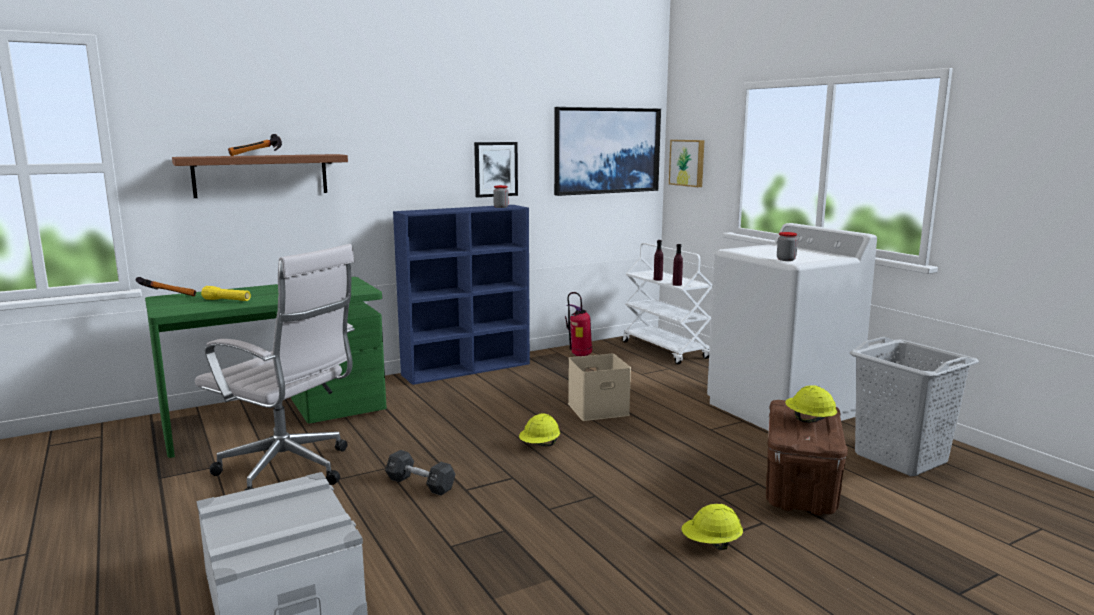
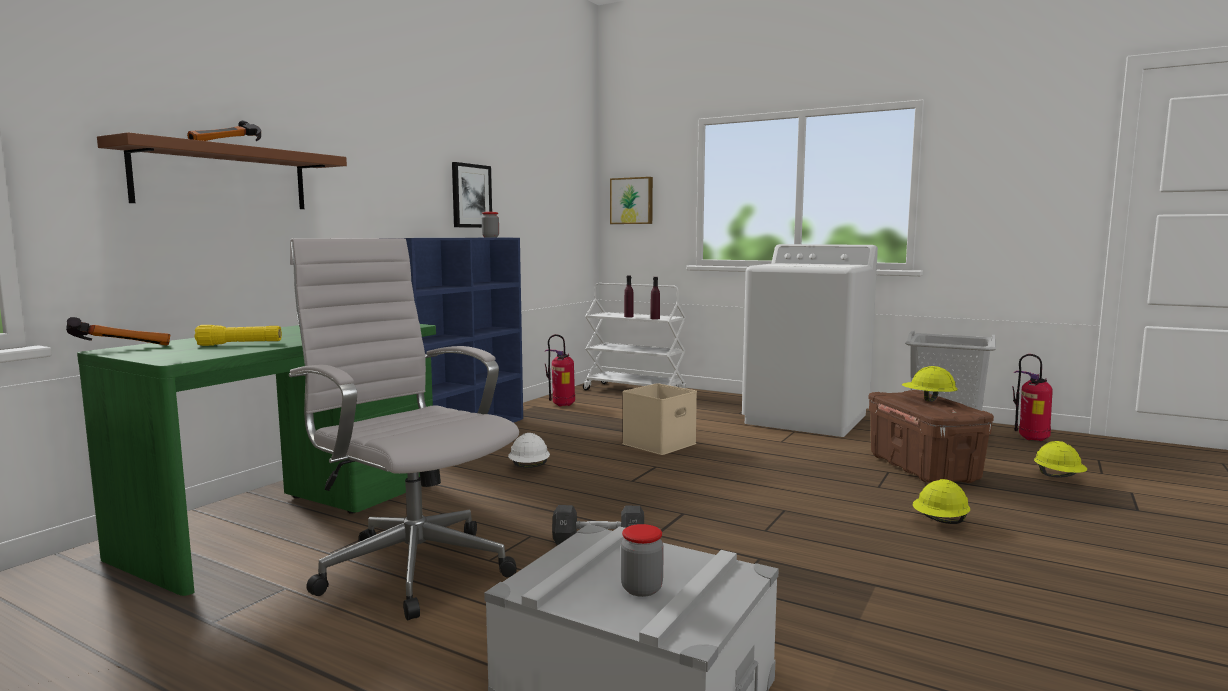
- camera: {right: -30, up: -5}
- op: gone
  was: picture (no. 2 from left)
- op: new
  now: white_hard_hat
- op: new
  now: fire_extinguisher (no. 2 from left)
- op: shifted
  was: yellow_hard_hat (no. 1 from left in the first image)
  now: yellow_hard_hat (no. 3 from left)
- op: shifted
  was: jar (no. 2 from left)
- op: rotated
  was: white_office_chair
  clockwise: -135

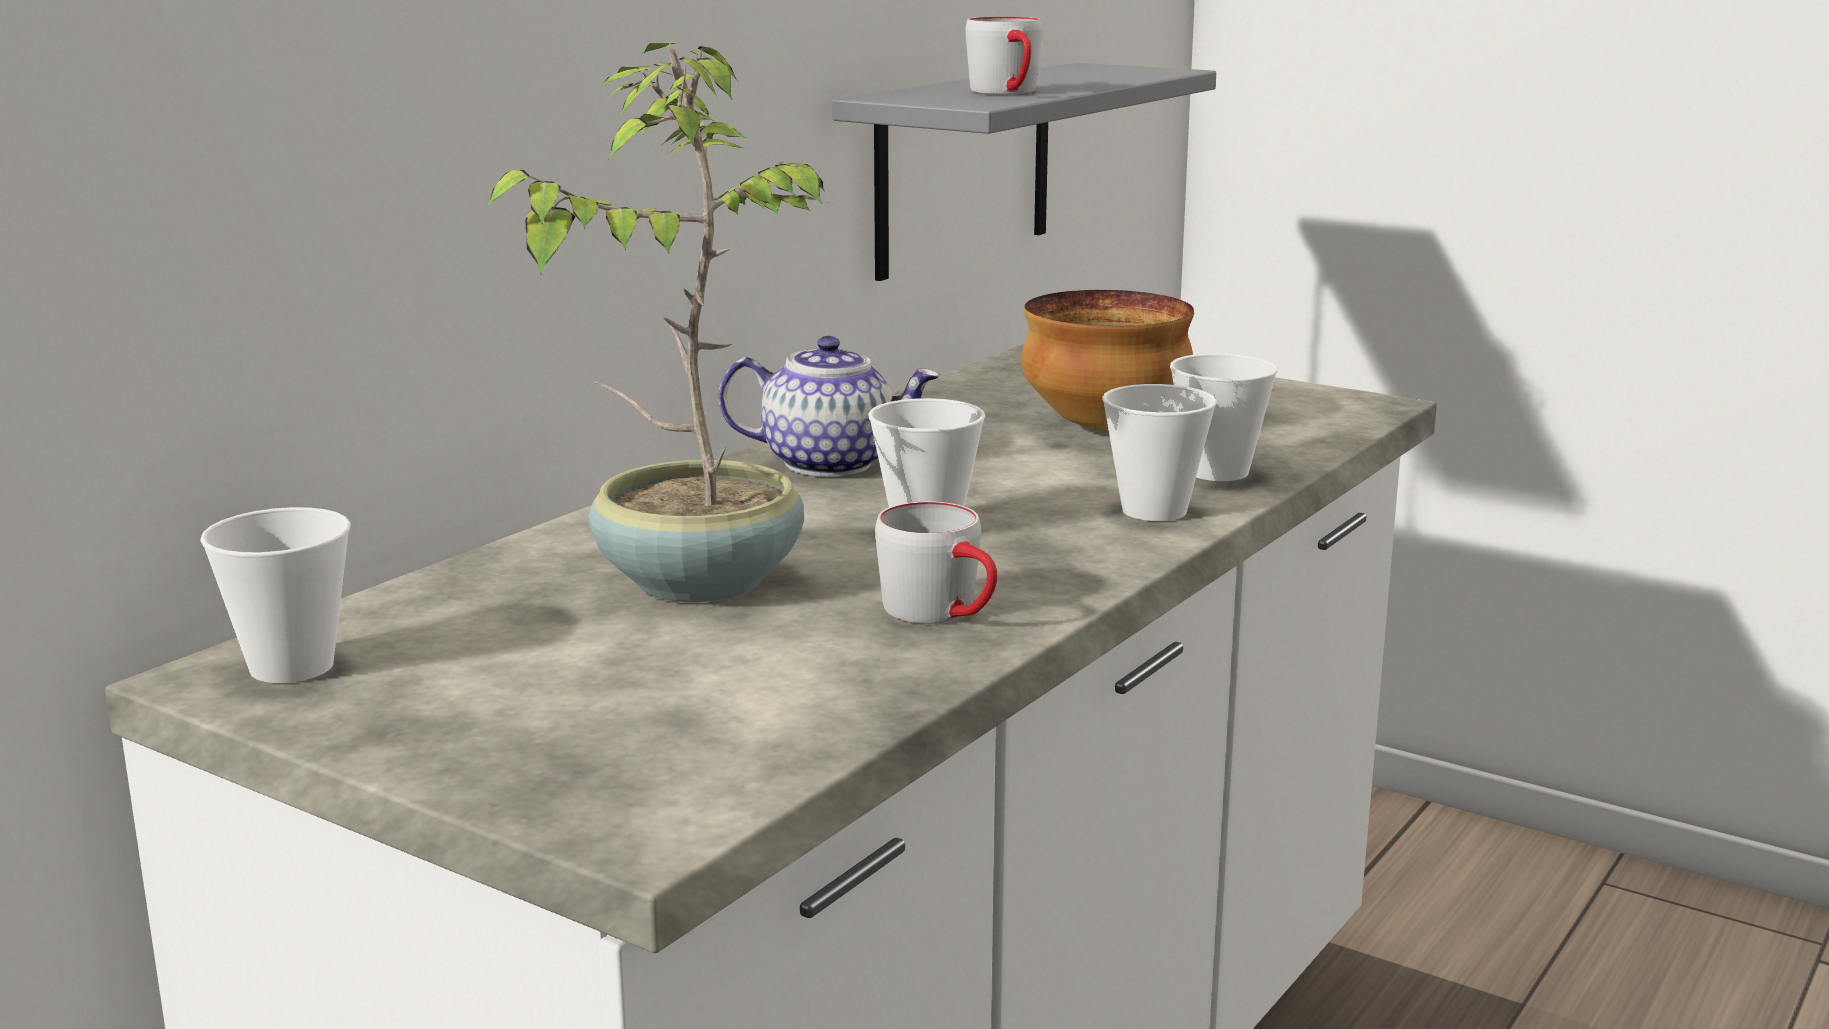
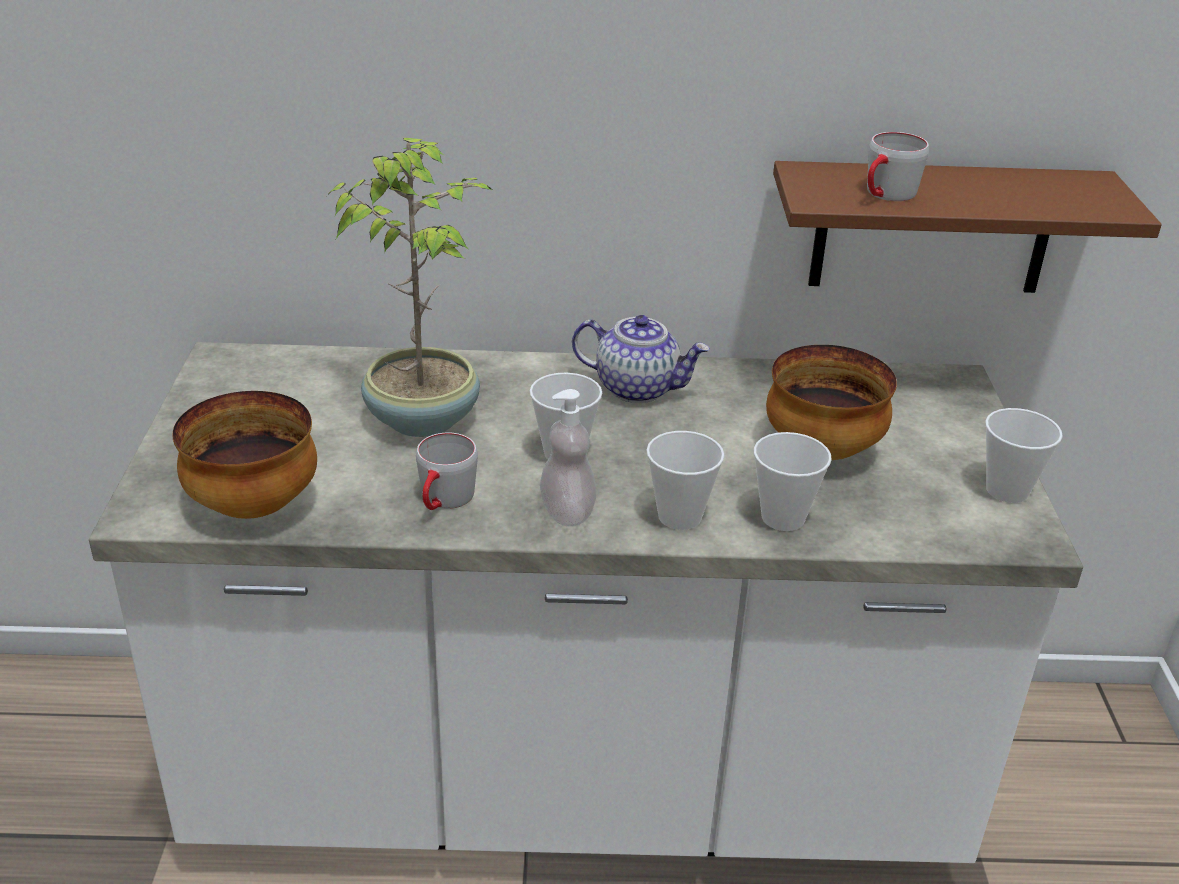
- camera: {right: 55, up: 15}
- op: new
  now: bowl (no. 1 from left)
- op: new
  now: soap_dispenser
- op: shifted
  was: cup (no. 1 from left in the first image)
  now: cup (no. 4 from left)
- op: repainted
  was: grey_shelf
  now: brown_shelf
- op: rotated
  was: teapot
  clockwise: -45

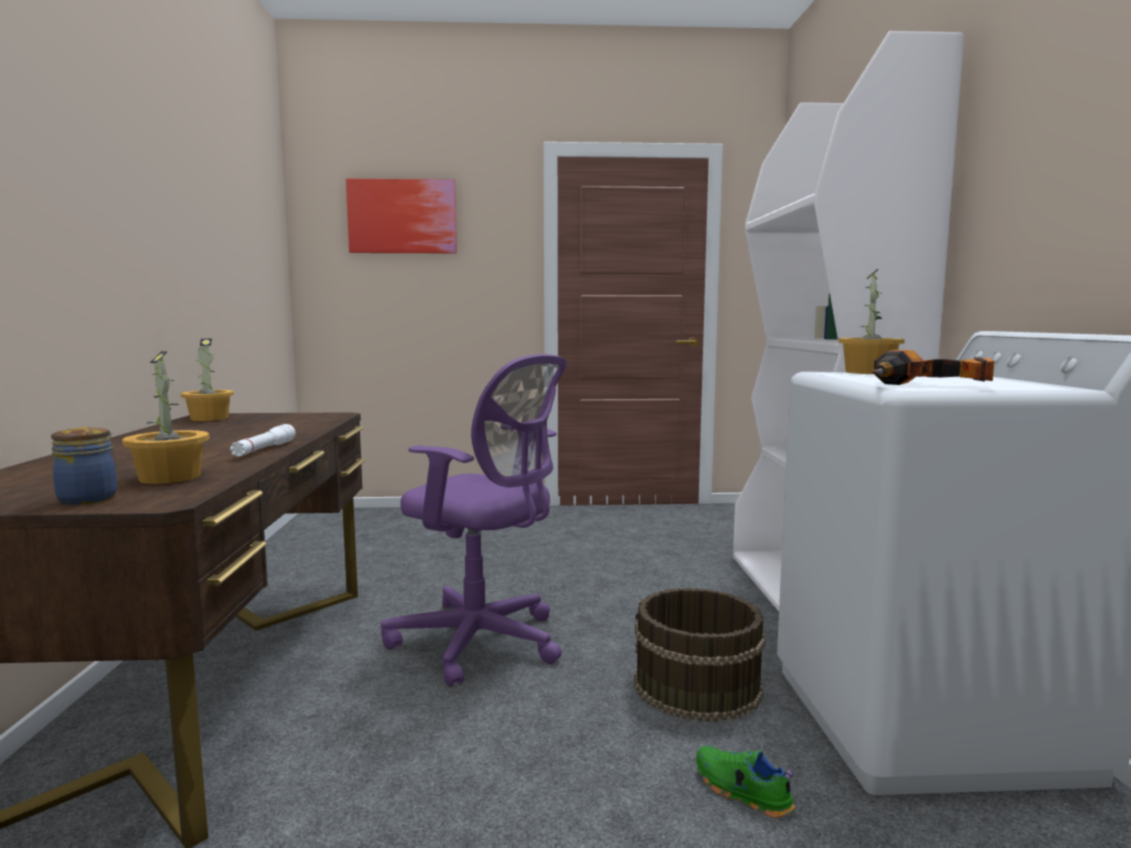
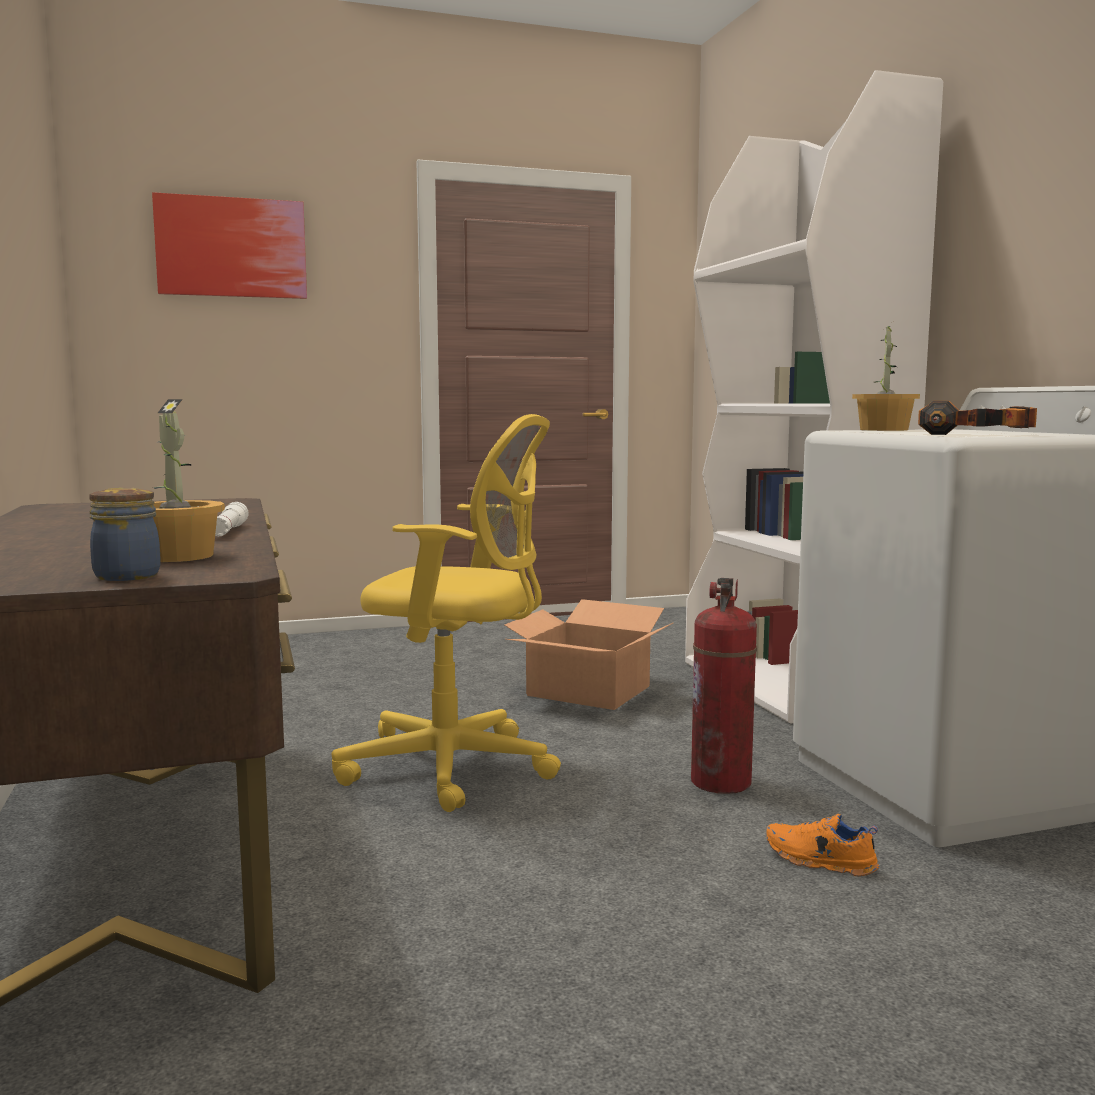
- camera: {right: -15, up: 0}
- op: gone
  was: potted_plant (no. 2 from left)
- op: new
  now: cardboard_box
- op: swapped
  was: brown_bucket
  now: fire_extinguisher
- op: repainted
  was: purple_office_chair
  now: yellow_office_chair
- op: repainted
  was: green_shoe
  now: orange_shoe

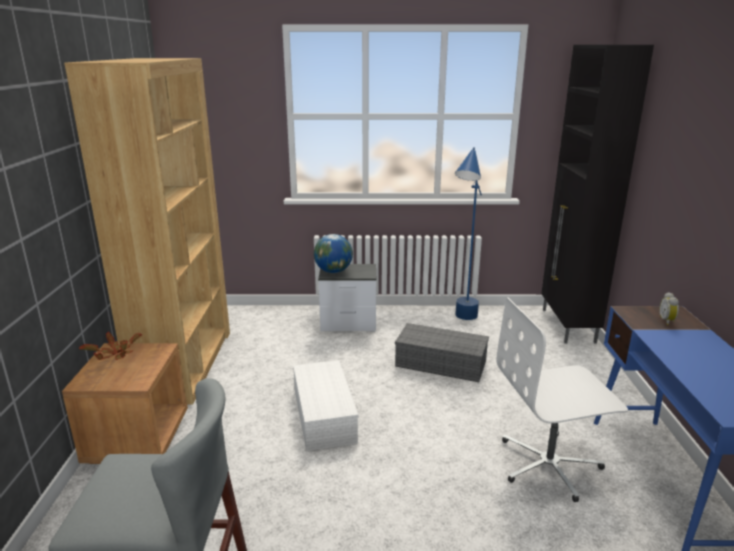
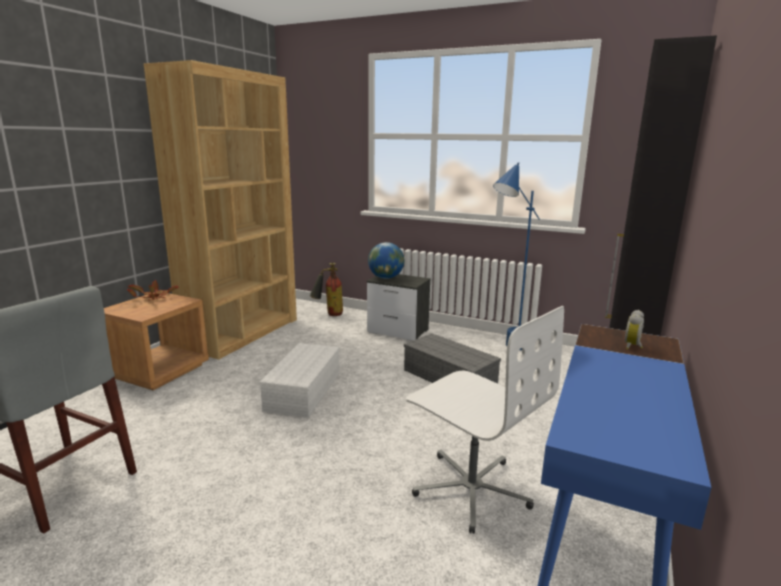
- camera: {right: 25, up: -5}
- op: new
  now: fire_extinguisher
- op: rotated
  was: white_office_chair
  clockwise: -150

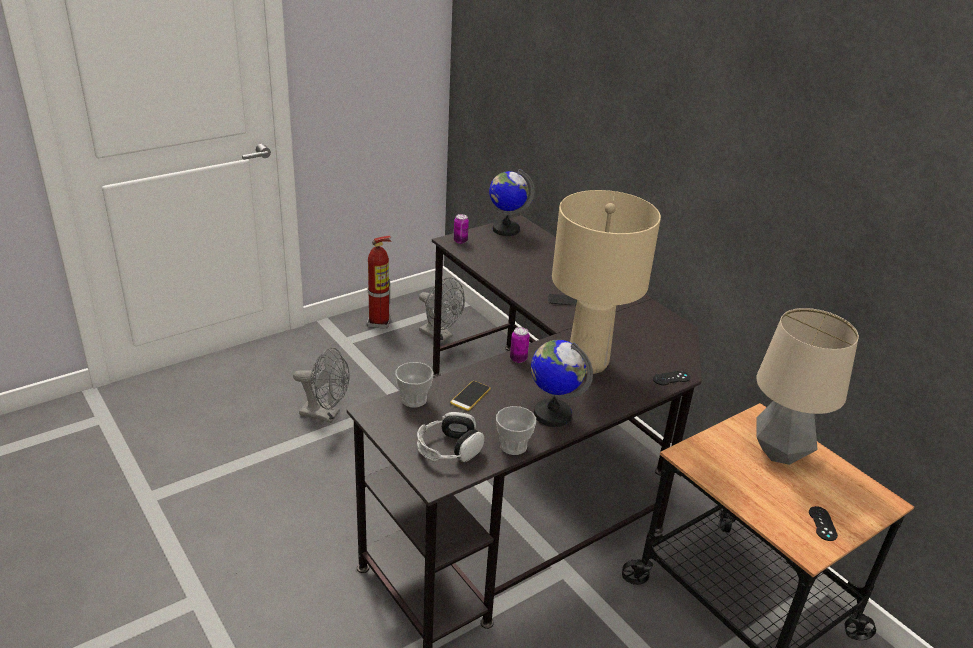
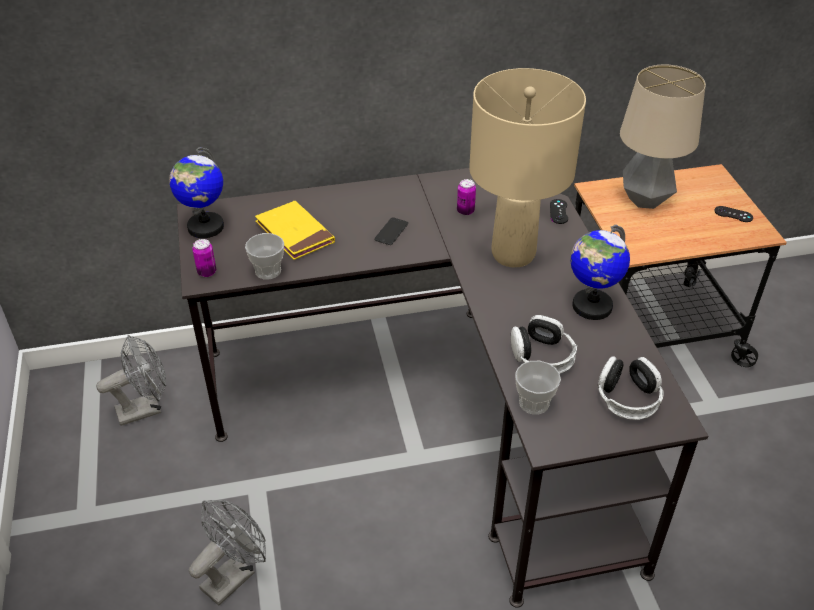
- camera: {right: -65, up: 10}
- op: gone
  was: fire_extinguisher
- op: new
  now: yellow_book
- op: shifted
  was: cup (no. 2 from left in the first image)
  now: cup (no. 1 from left)
- op: shifted
  was: can (no. 2 from left)
- op: swapped
  was: phone (no. 1 from left)
  now: headphones (no. 1 from left)

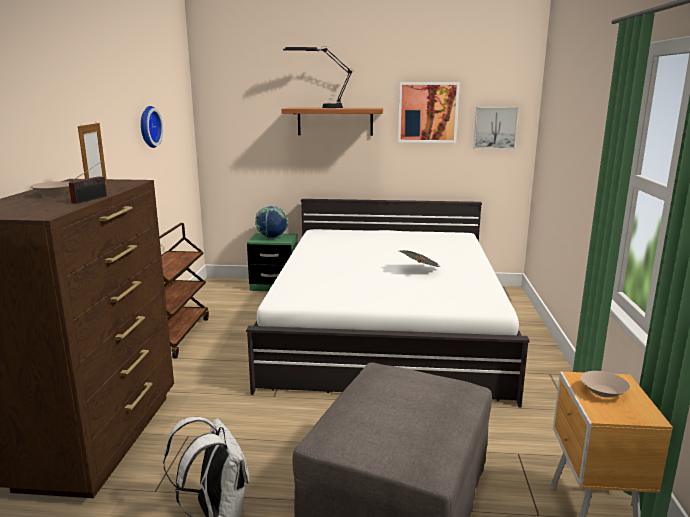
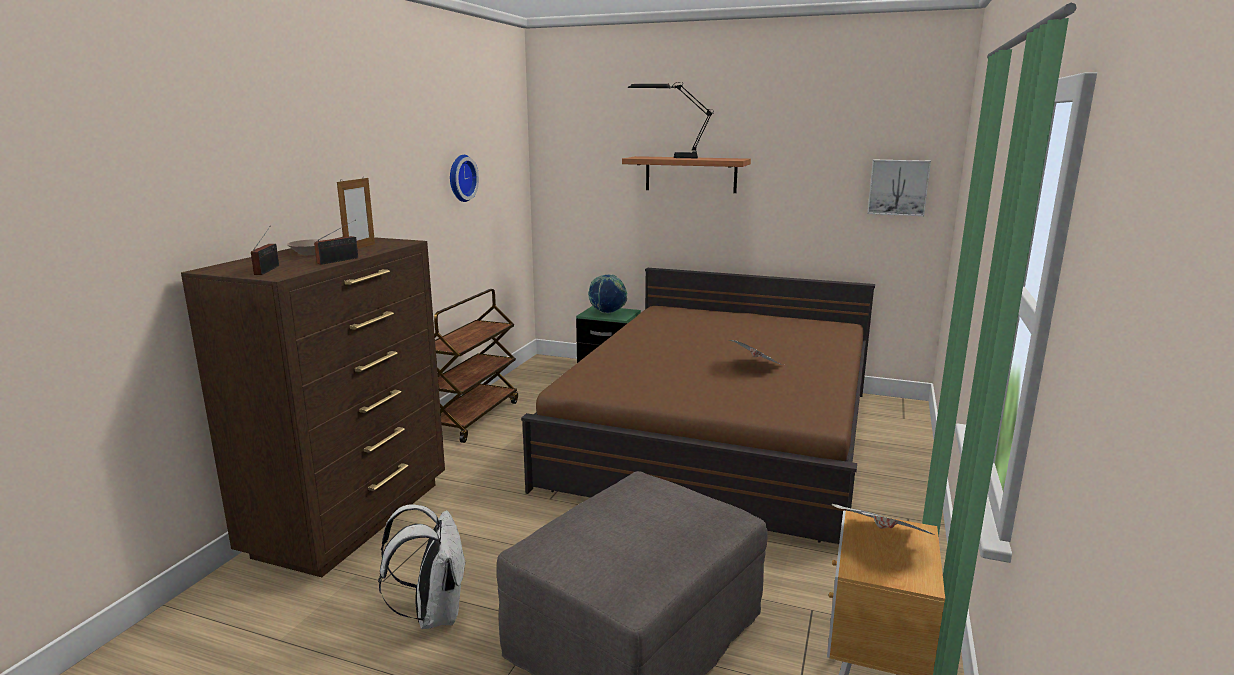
- camera: {right: 15, up: 0}
- op: gone
  was: picture (no. 1 from left)
- op: new
  now: radio (no. 1 from left)
- op: swapped
  was: beige_bowl (no. 2 from left)
  now: newspaper (no. 2 from left)
- op: repainted
  was: white_bed
  now: brown_bed

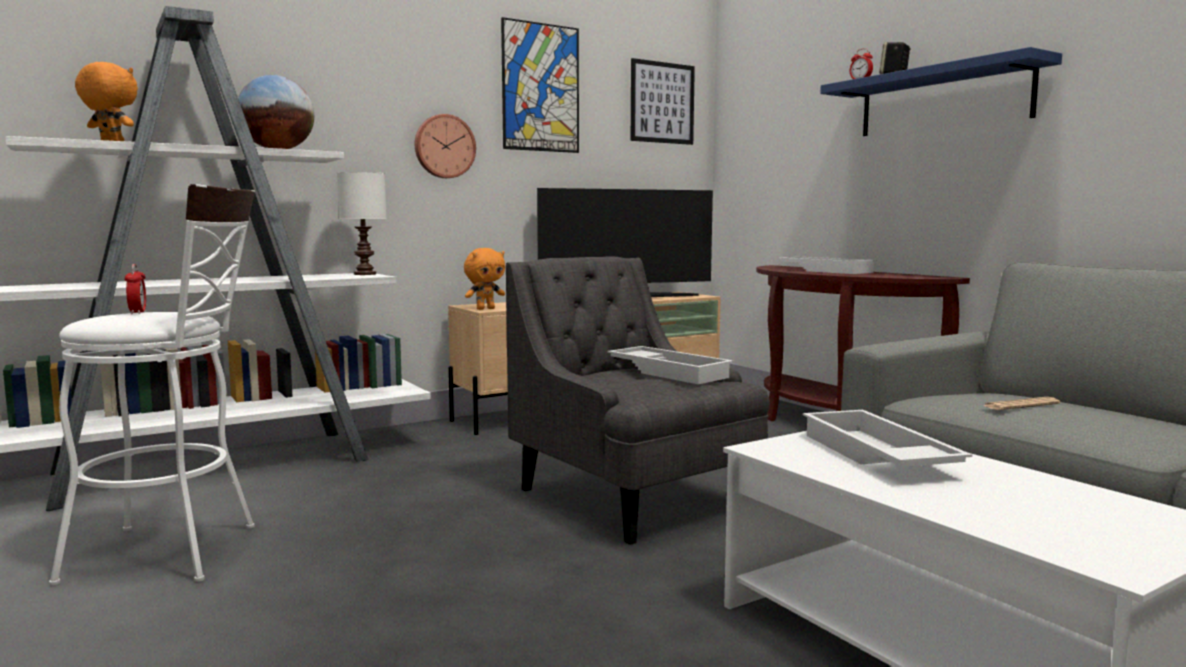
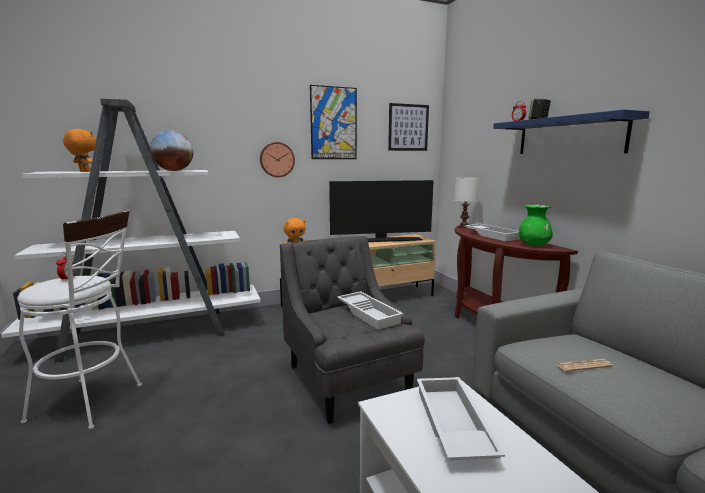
- camera: {right: 10, up: 5}
- op: new
  now: green_vase
- op: shifted
  was: white_table_lamp

